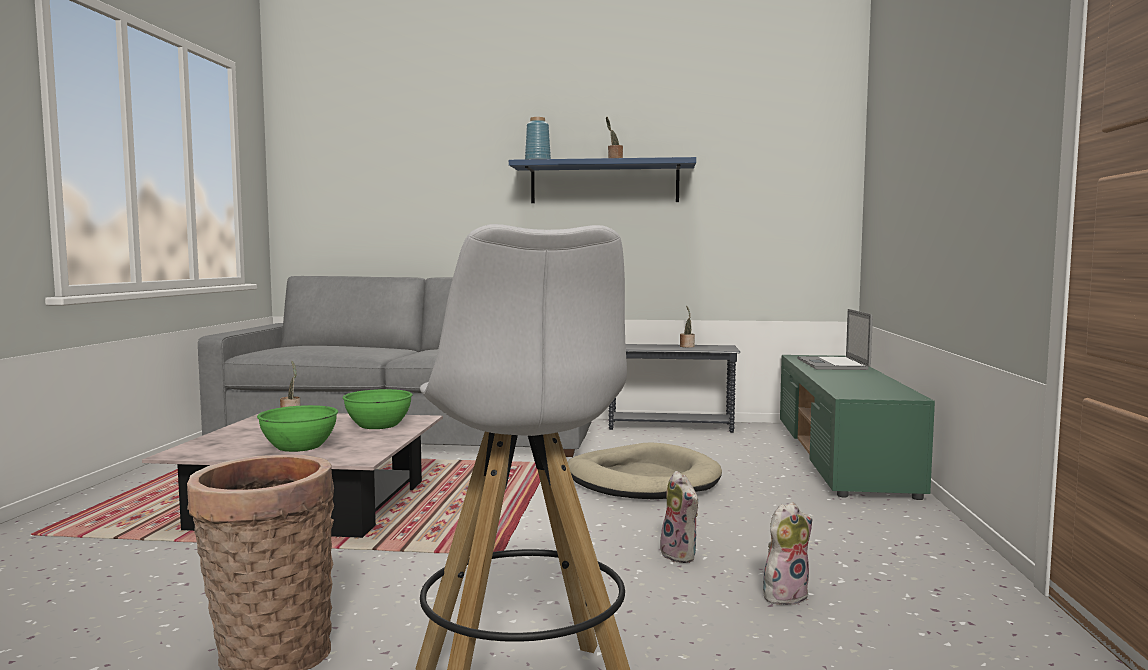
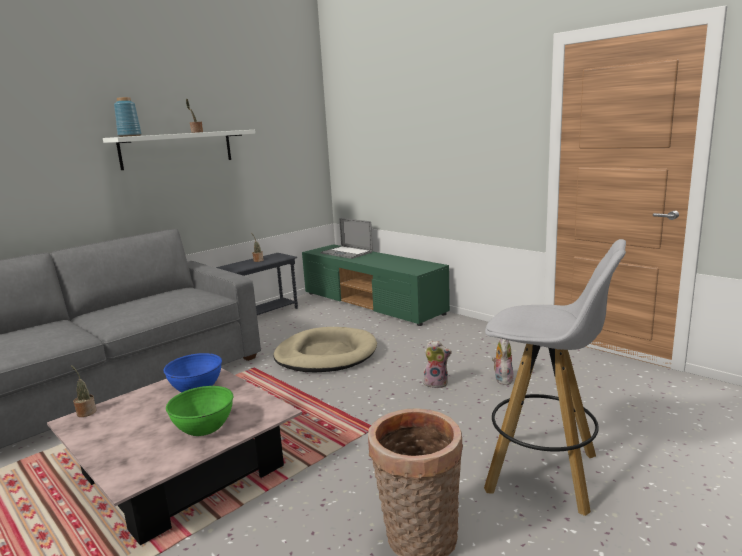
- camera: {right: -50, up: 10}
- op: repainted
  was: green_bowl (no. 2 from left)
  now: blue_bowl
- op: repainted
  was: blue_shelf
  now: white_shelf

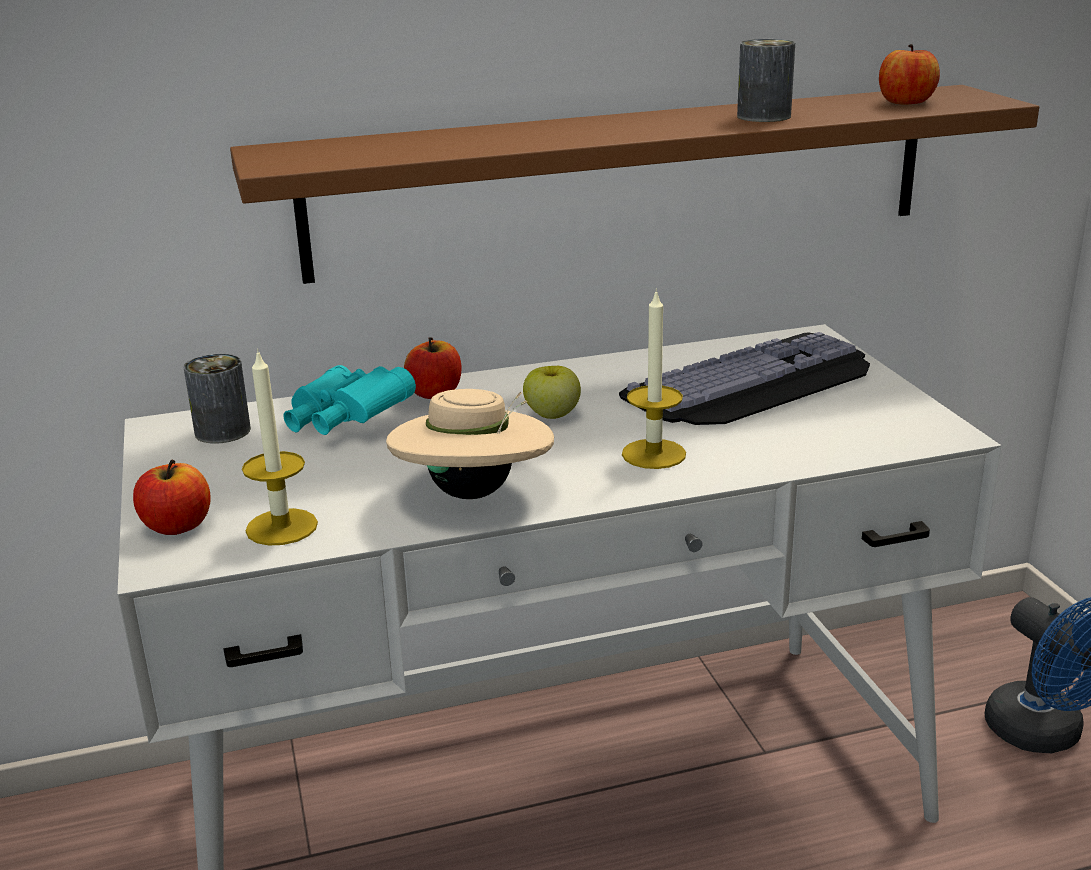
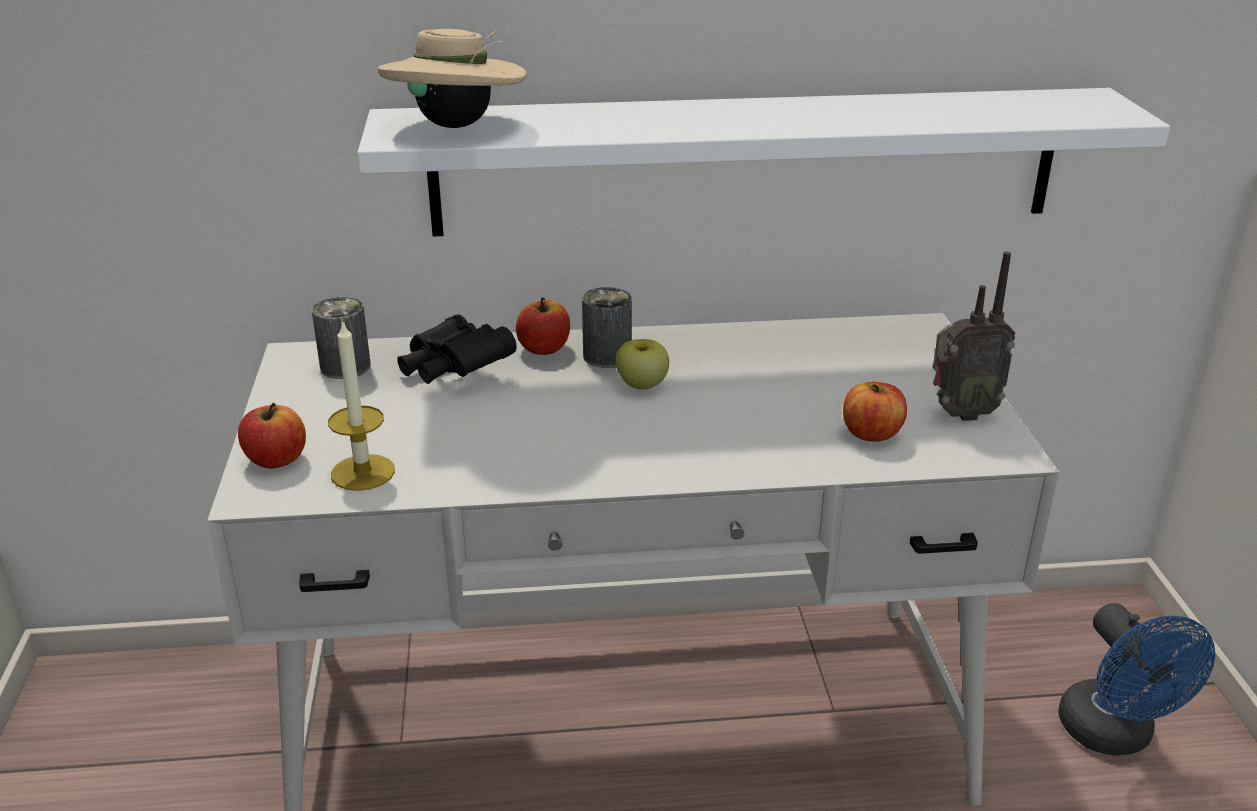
- camera: {right: 10, up: 5}
- op: gone
  was: keyboard
- op: gone
  was: candle (no. 2 from left)
- op: new
  now: radio
- op: shifted
  was: beige_hat
- op: shifted
  was: can (no. 2 from left)
- op: shifted
  was: apple (no. 4 from left)
- op: repainted
  was: brown_shelf
  now: white_shelf
- op: repainted
  was: turquoise_binoculars
  now: black_binoculars

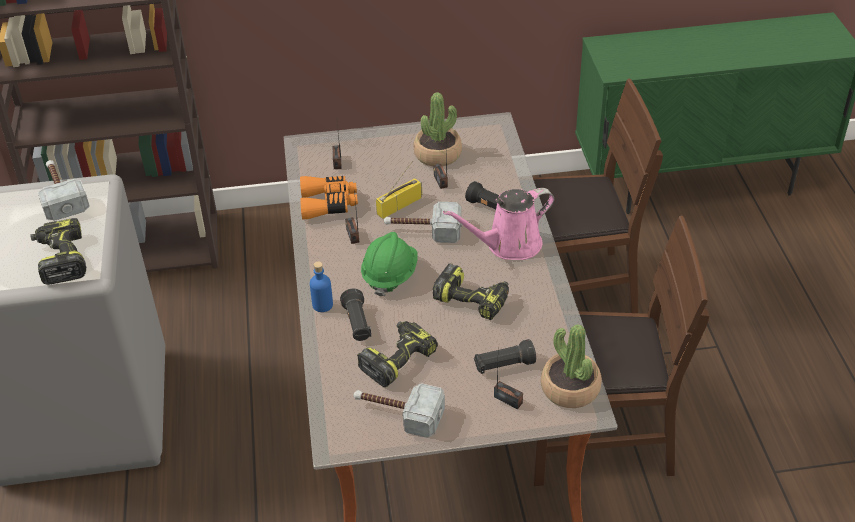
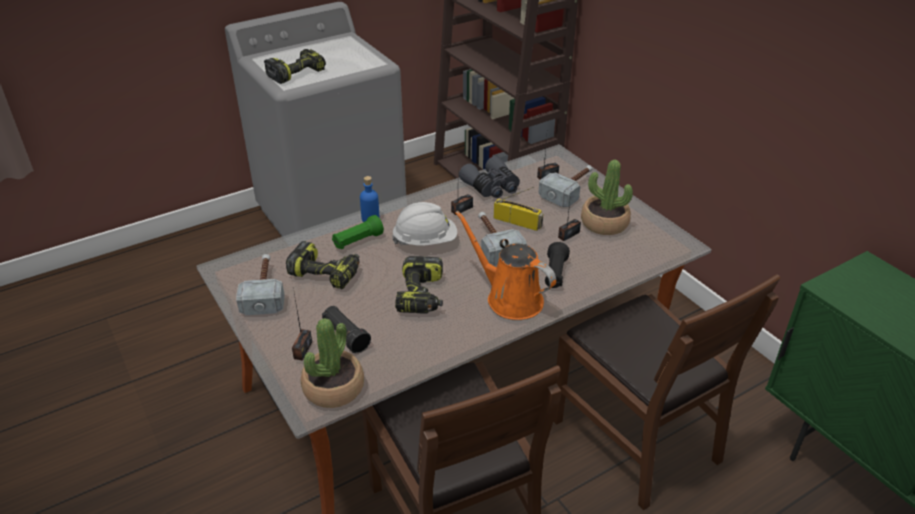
- camera: {right: 65, up: -5}
- op: shifted
  was: hammer (no. 1 from left in the first image)
  now: hammer (no. 3 from left)
- op: repainted
  was: orange_binoculars
  now: grey_binoculars
- op: repainted
  was: black_flashlight (no. 1 from left)
  now: green_flashlight
- op: repainted
  was: green_hard_hat
  now: white_hard_hat
- op: repainted
  was: pink_watering_can
  now: orange_watering_can

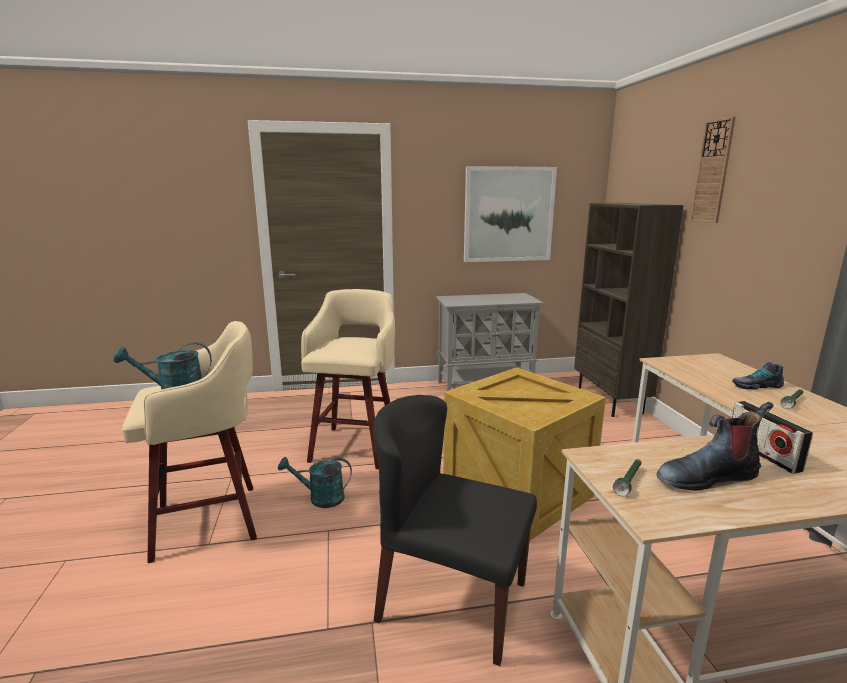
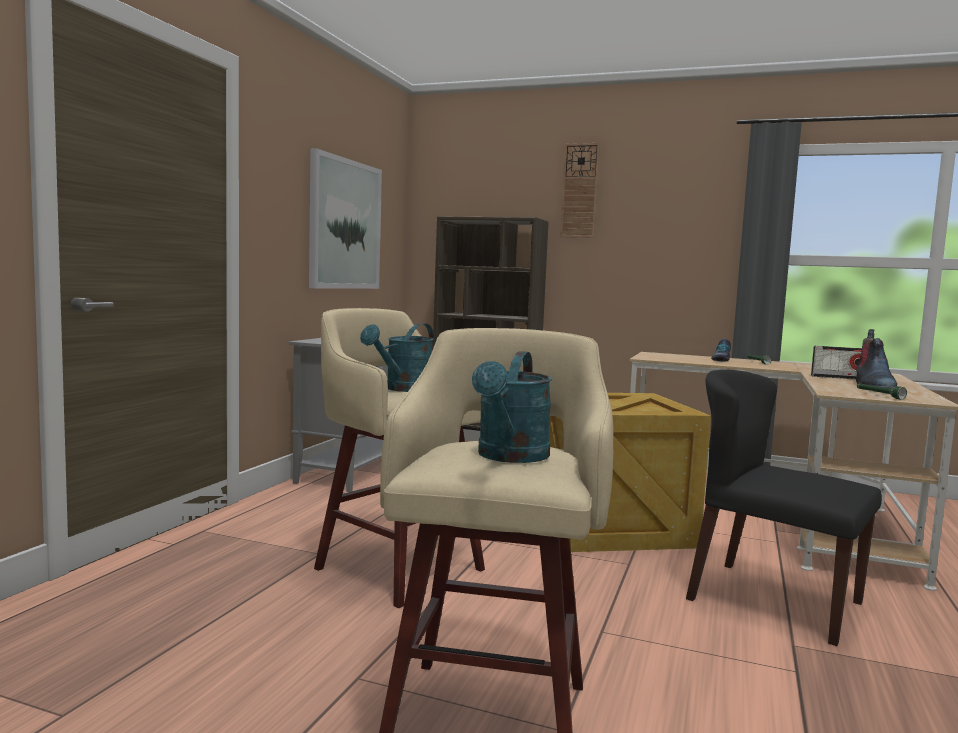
- camera: {right: -60, up: -10}
- op: shifted
  was: turquoise_watering_can (no. 2 from left in the first image)
  now: turquoise_watering_can (no. 1 from left)
- op: rotated
  was: black_chair
  clockwise: 75

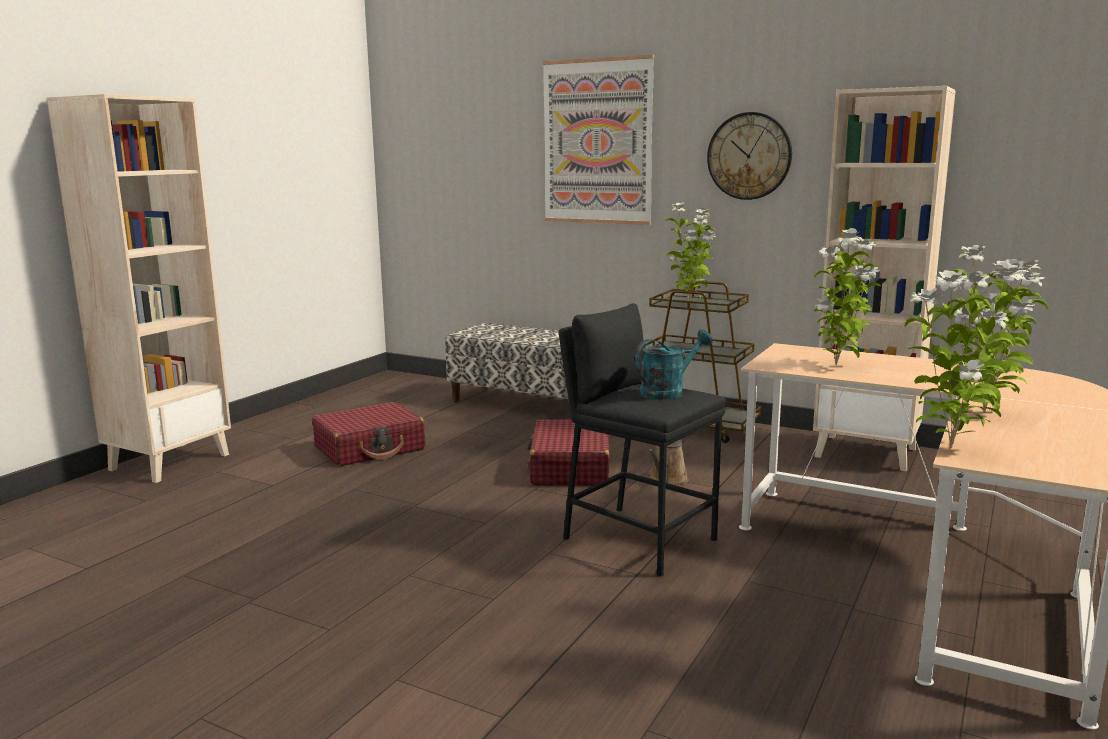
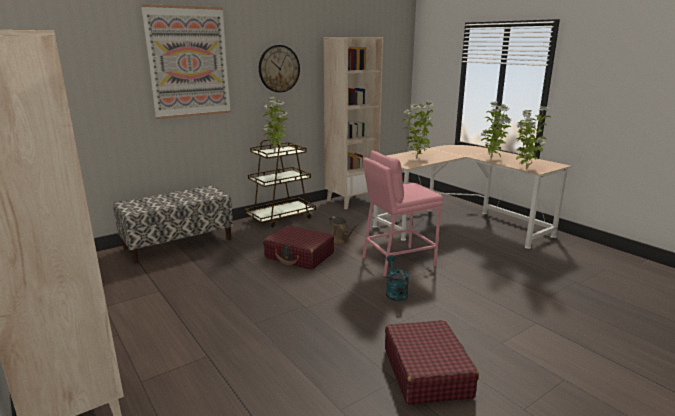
- camera: {right: -65, up: 5}
- op: shifted
  was: red_suitcase (no. 1 from left in the first image)
  now: red_suitcase (no. 2 from left)
- op: shifted
  was: turquoise_watering_can
- op: repainted
  was: black_stool
  now: pink_stool

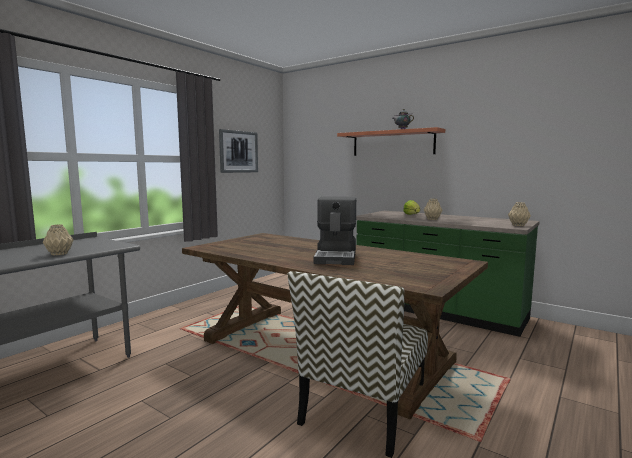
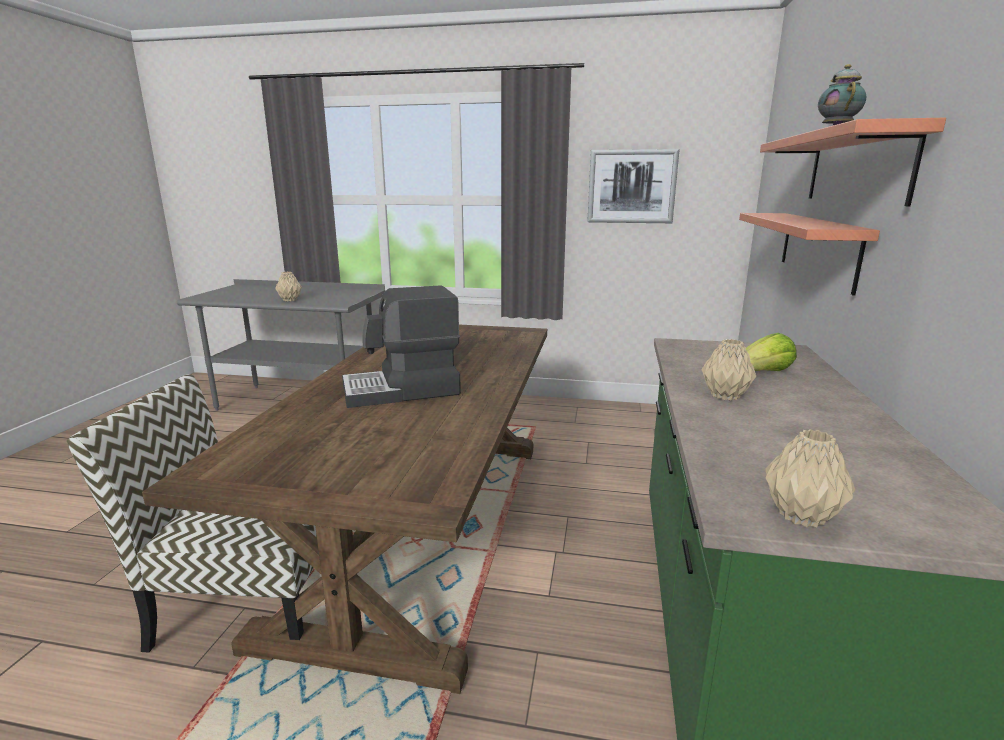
- camera: {right: 65, up: 10}
- op: new
  now: shelf (no. 1 from left)

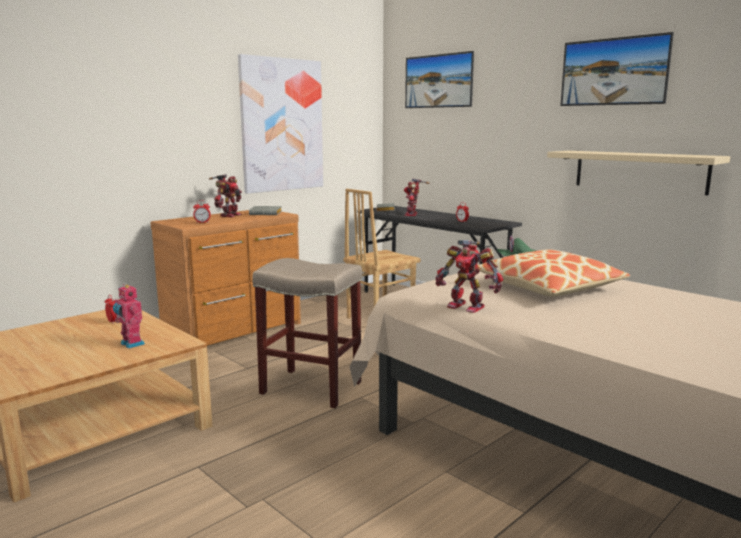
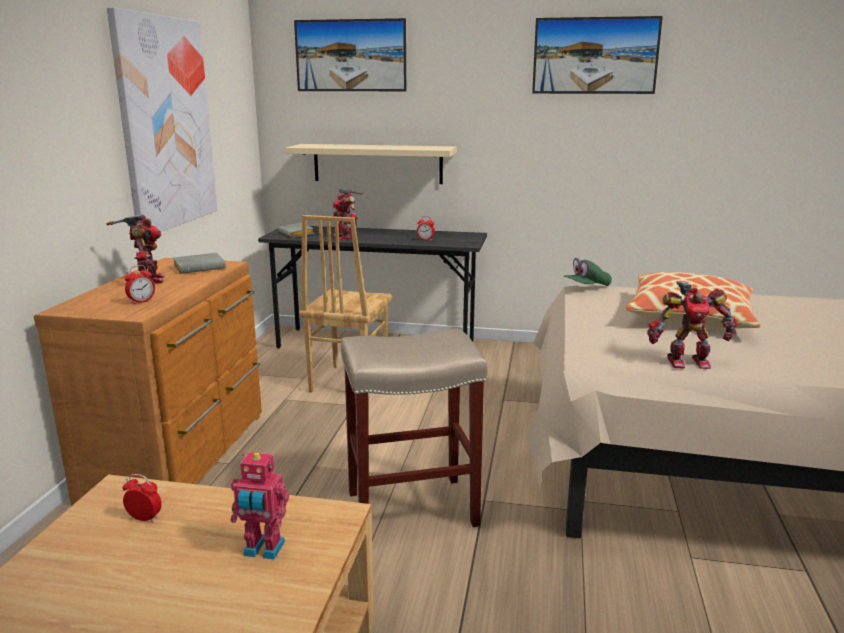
- camera: {right: -35, up: 5}
- op: shifted
  was: beige_shelf

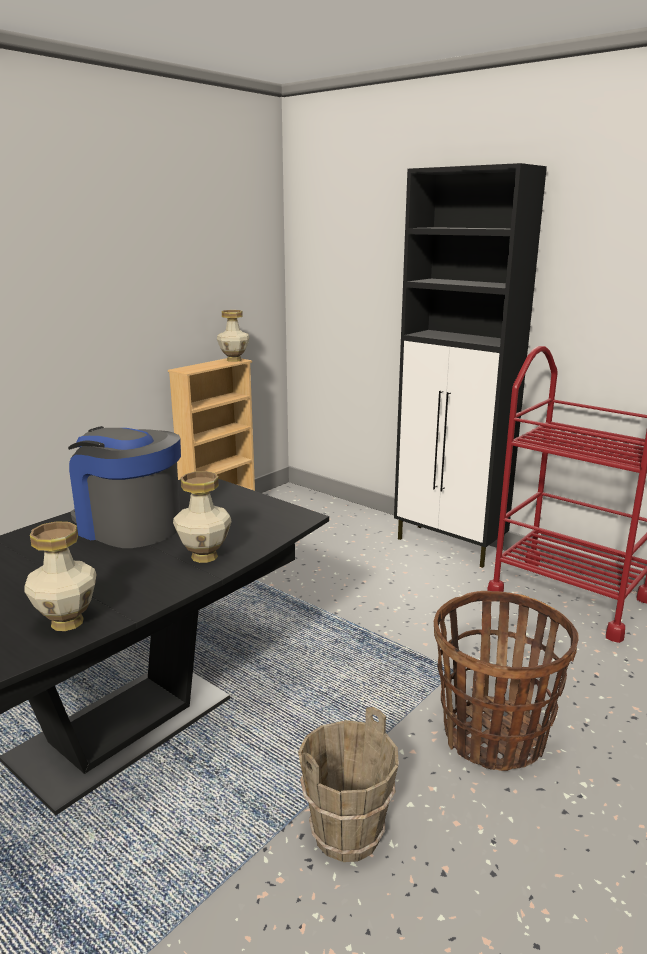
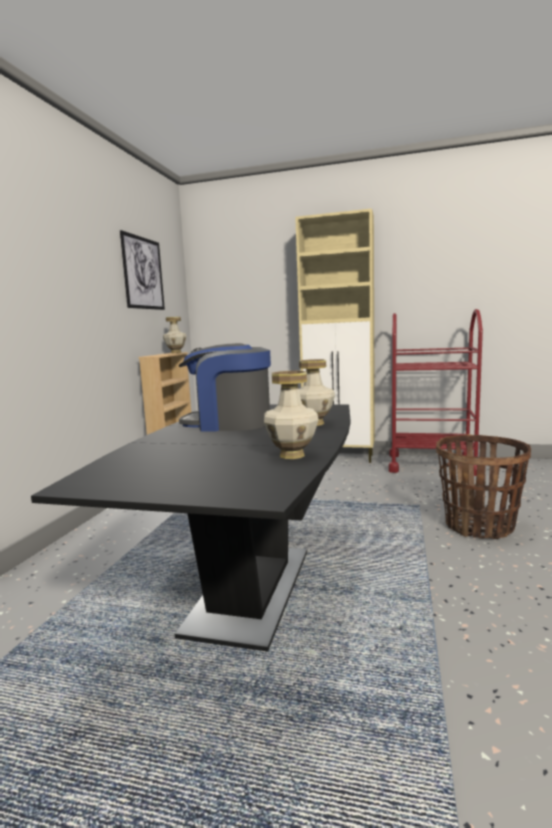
- camera: {right: -25, up: -10}
- op: gone
  was: brown_bucket
- op: new
  now: picture
- op: repainted
  was: black_cabinet
  now: beige_cabinet

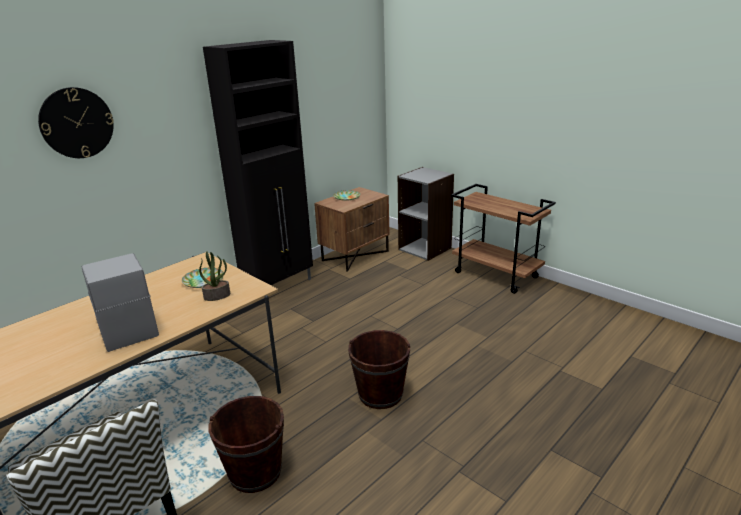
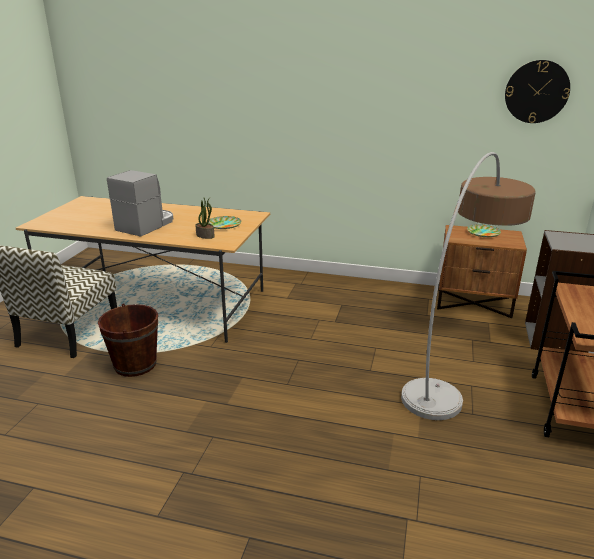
- camera: {right: 60, up: 0}
- op: gone
  was: black_cabinet
- op: gone
  was: brown_bucket (no. 2 from left)
- op: new
  now: floor_lamp
- op: shifted
  was: wall_clock

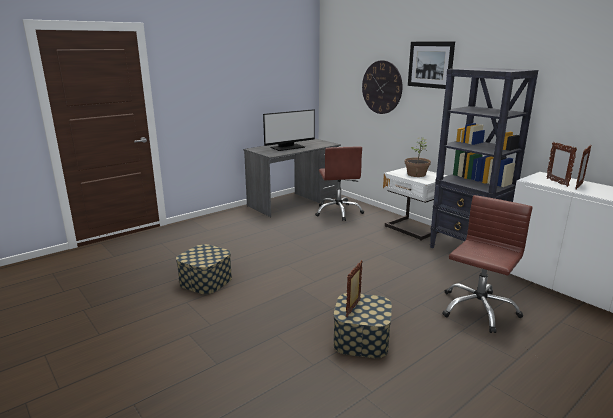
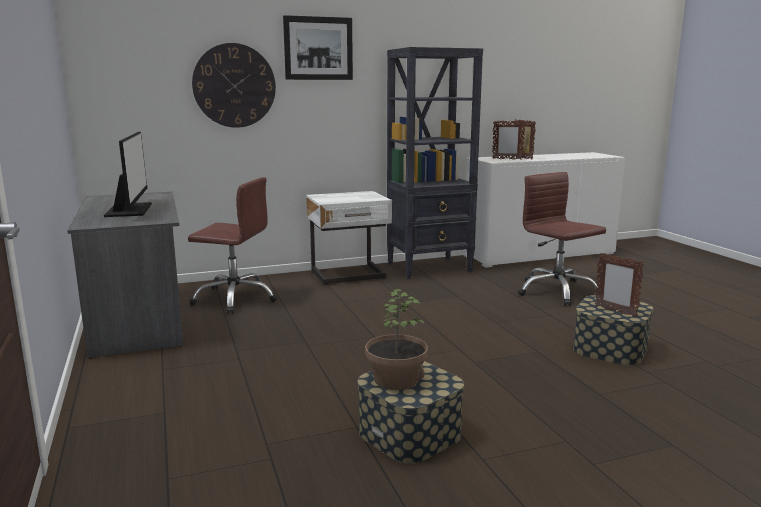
- camera: {right: -70, up: -5}
- op: shifted
  was: potted_plant

